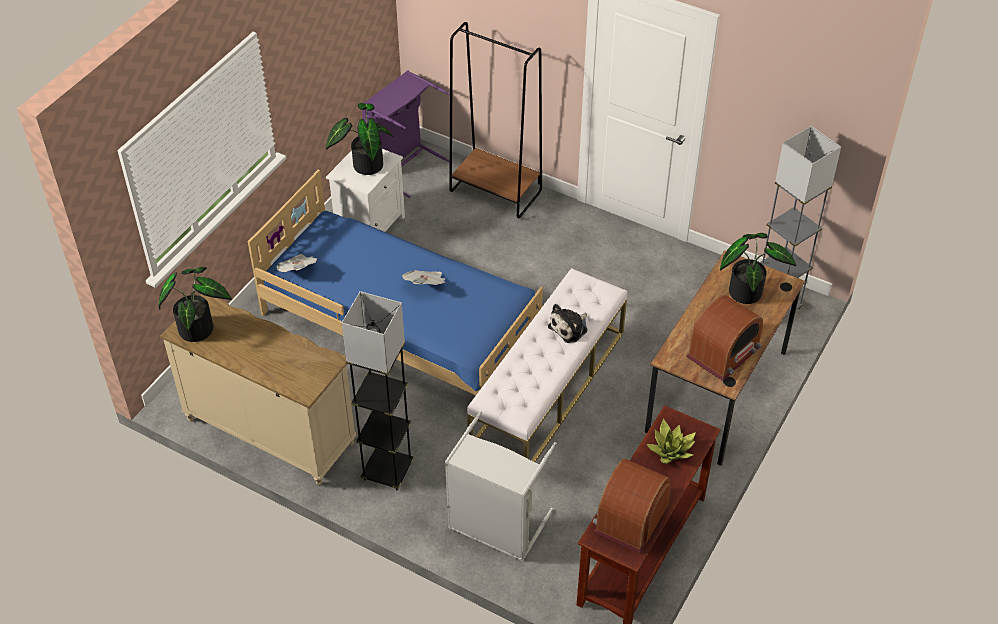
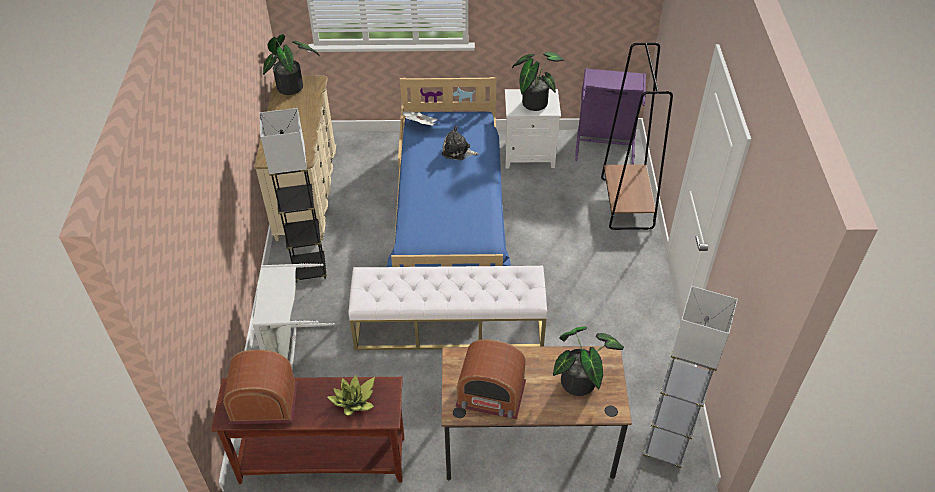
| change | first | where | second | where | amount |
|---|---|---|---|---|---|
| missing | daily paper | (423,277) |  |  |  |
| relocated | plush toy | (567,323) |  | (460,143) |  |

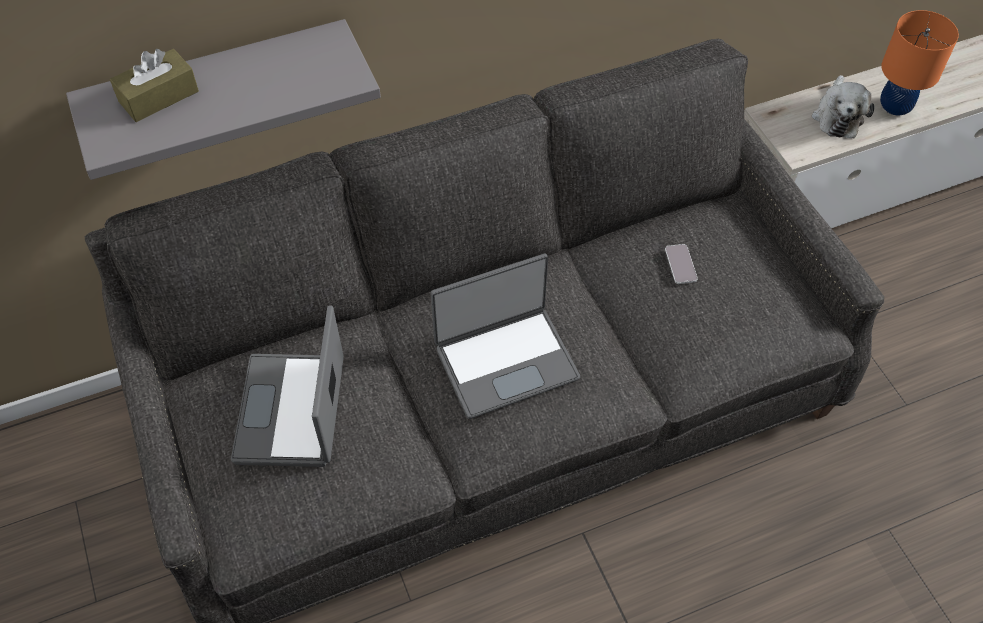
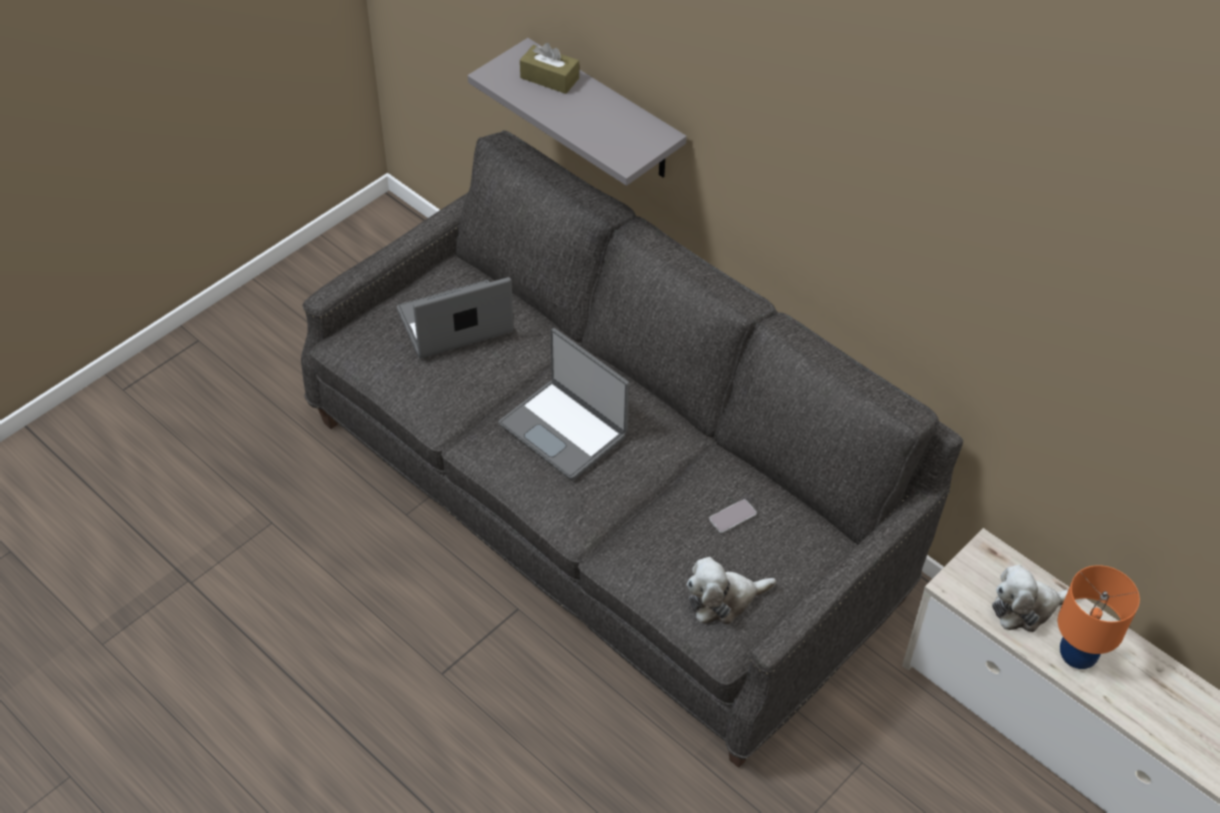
| change | first | where | second | where | amount |
|---|---|---|---|---|---|
| appeared |  |  | plush toy | (731,590) |  |

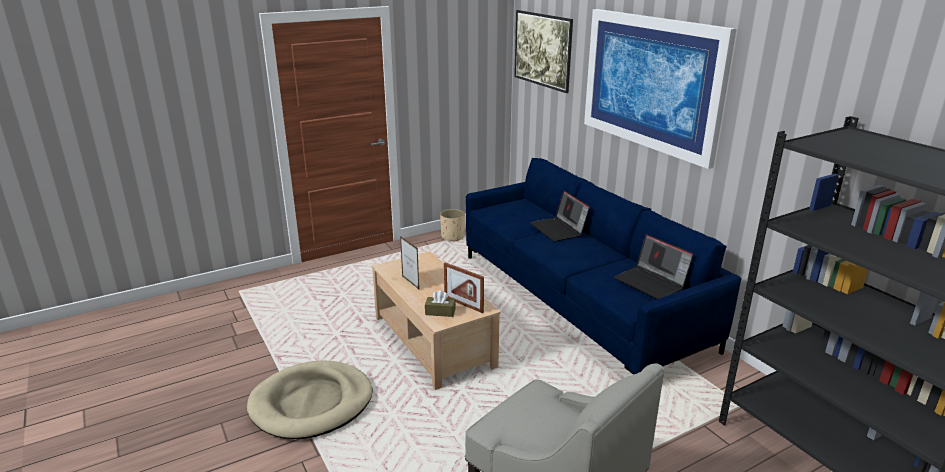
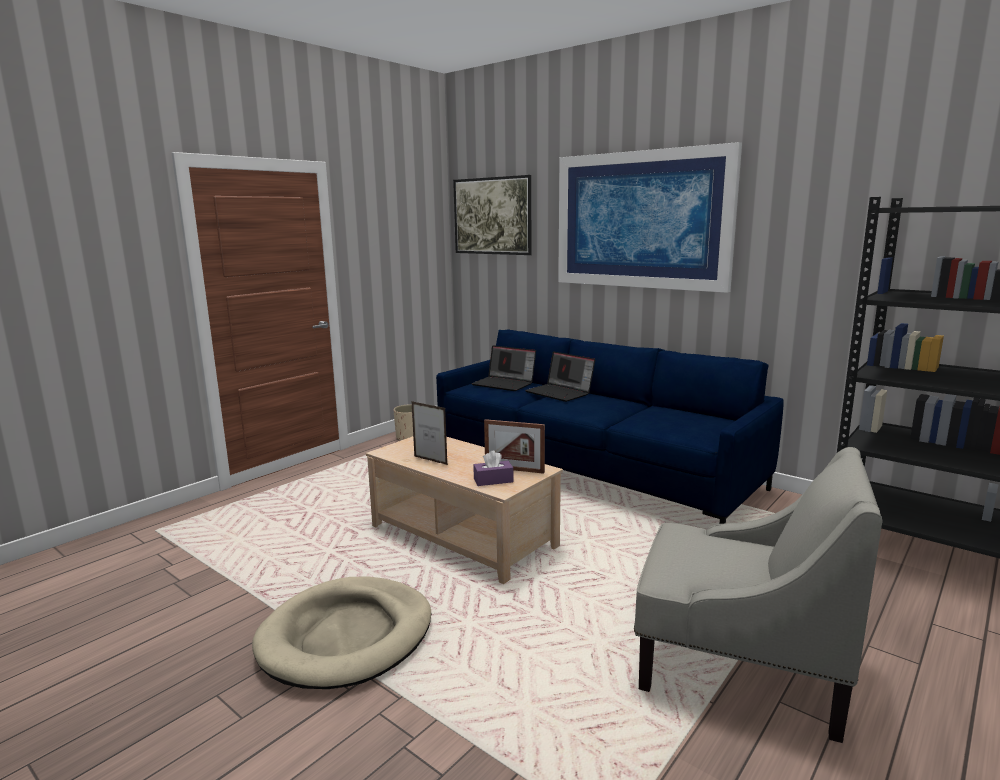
| change | first | where | second | where | amount |
|---|---|---|---|---|---|
| relocated | notebook computer | (654,266) |  | (503,368) |  |
| colour | brown-coloured tissue box | (440,303) | purplish tissue box | (493,468) |  |

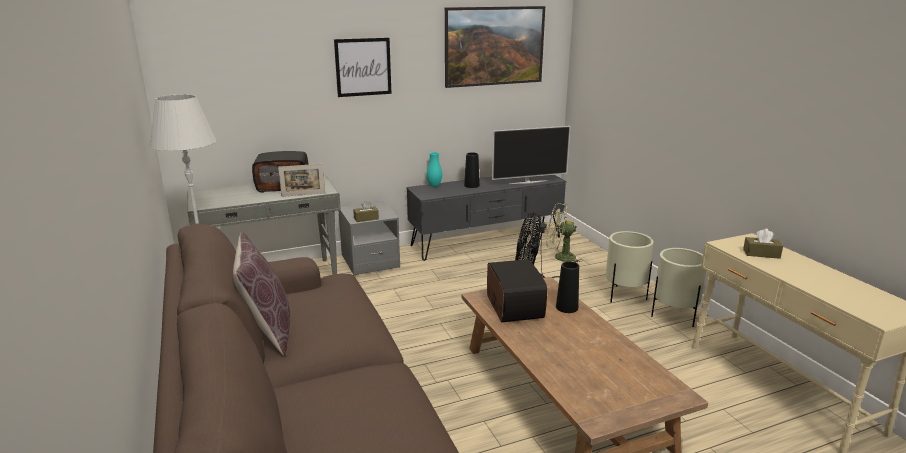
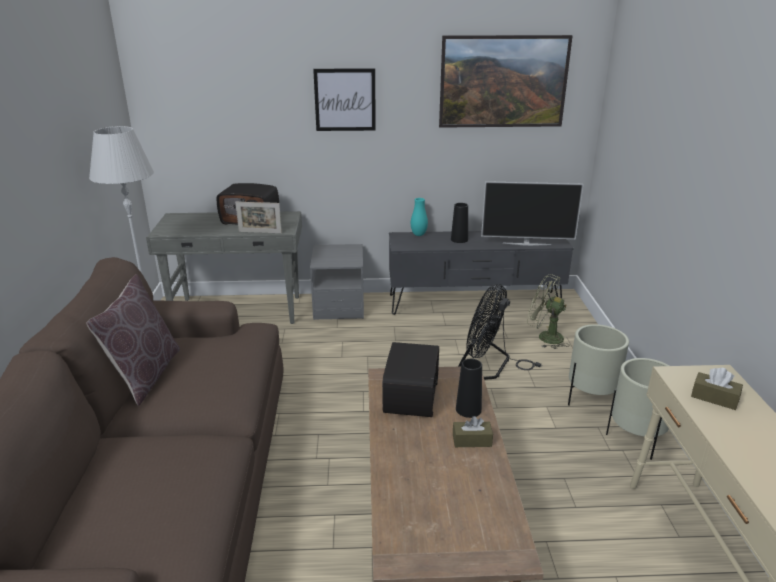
| change | first | where | second | where | amount |
|---|---|---|---|---|---|
| relocated | brown-coloured tissue box | (366,211) |  | (473,431) |  |

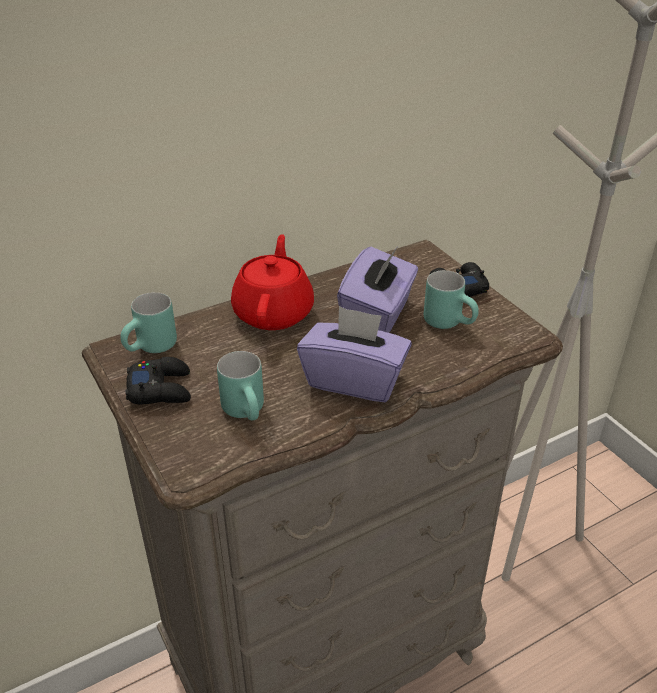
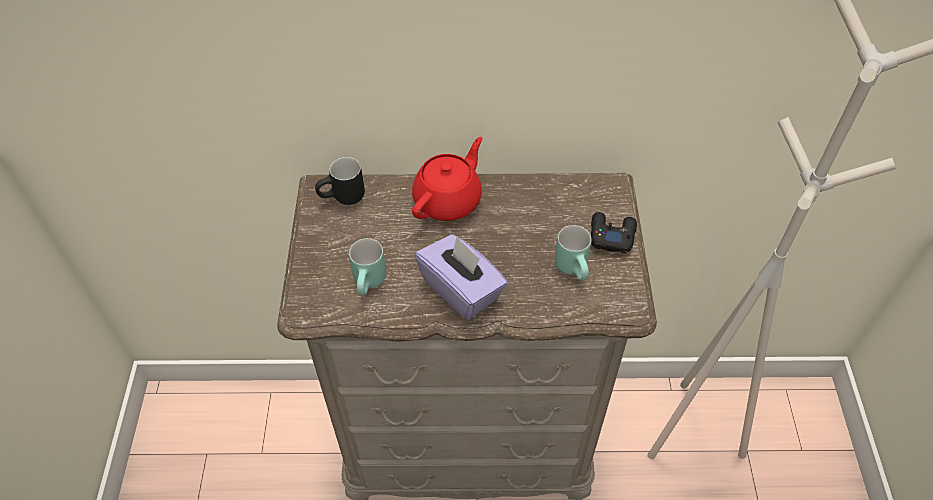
| change | first | where | second | where | amount |
|---|---|---|---|---|---|
| missing | purplish tissue box | (377,290) |  |  |  |
| colour | blue-green coffee mug | (148,322) | blackish coffee mug | (340,181) |  |
| missing | blackish gamepad | (158,380) |  |  |  |

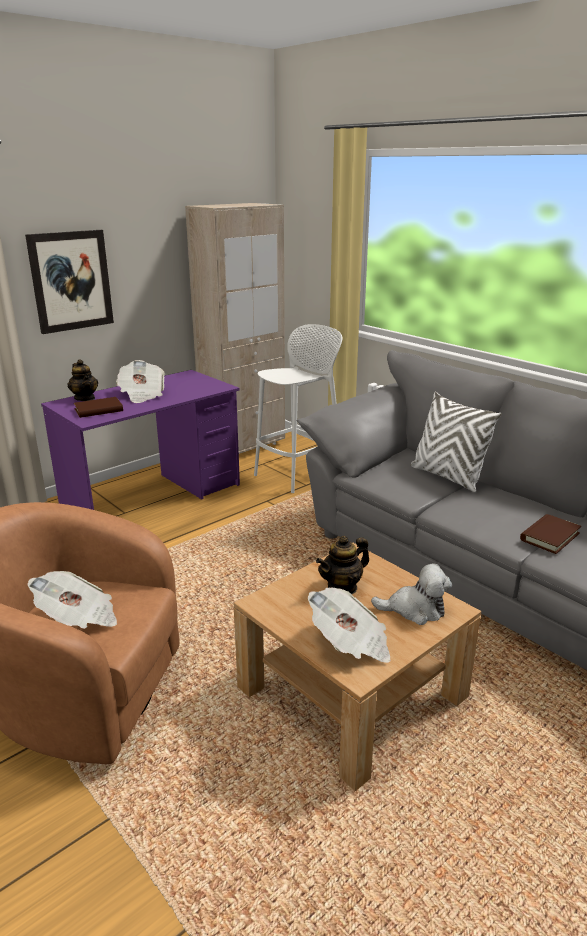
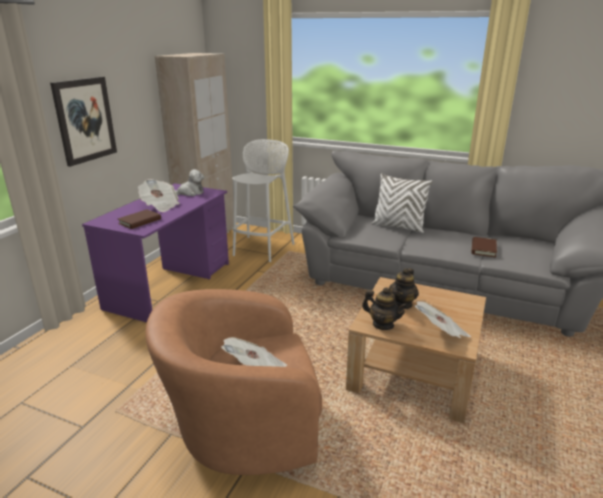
| change | first | where | second | where | amount |
|---|---|---|---|---|---|
| relocated | tea pot | (82,380) |  | (385,308) |  |
| relocated | plush toy | (411,594) |  | (189,182) |  |

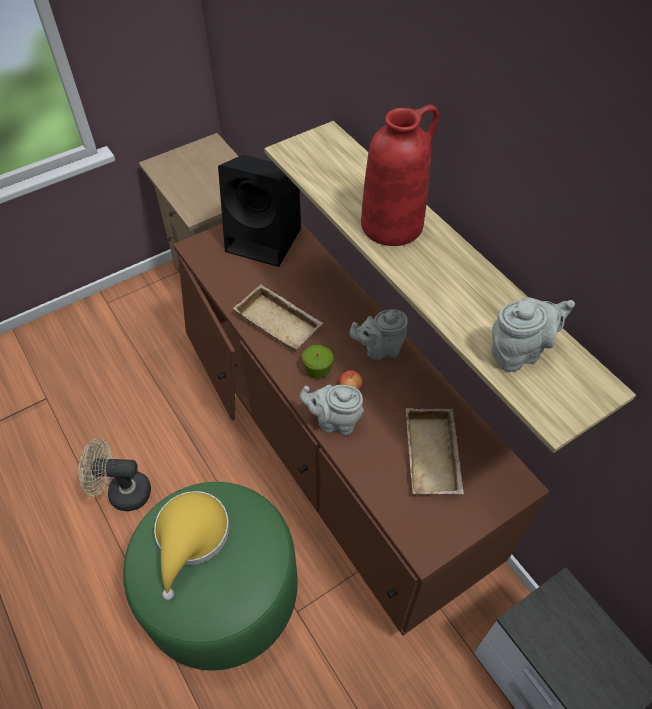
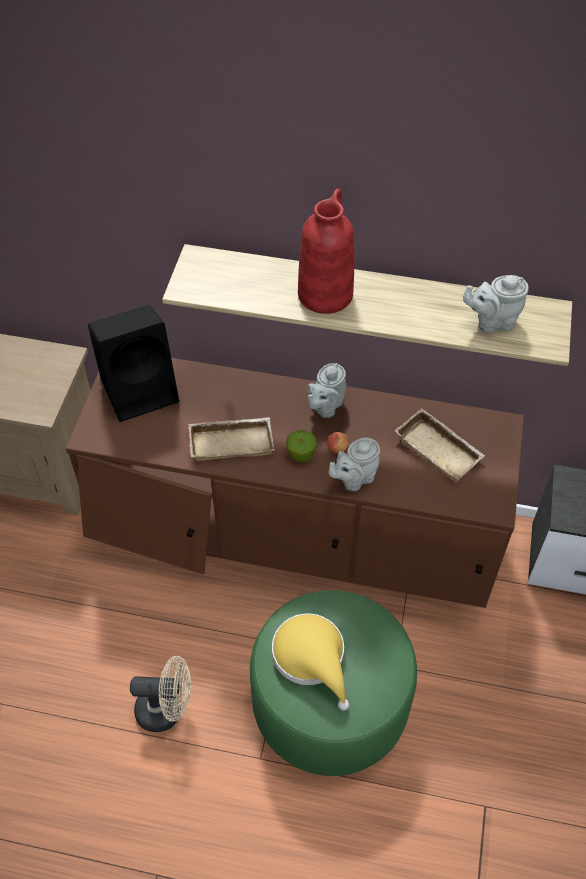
| change | first | where | second | where | amount |
|---|---|---|---|---|---|
| spun | grey tea pot | (533,335) |  | (496,304) | 120 degrees counterclockwise |
| spun | beige-coloured cooling fan | (114,474) |  | (160,694) | 135 degrees counterclockwise |

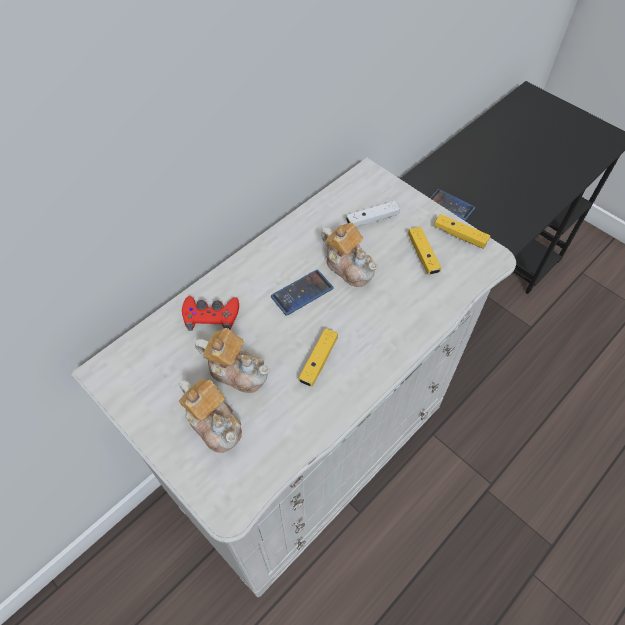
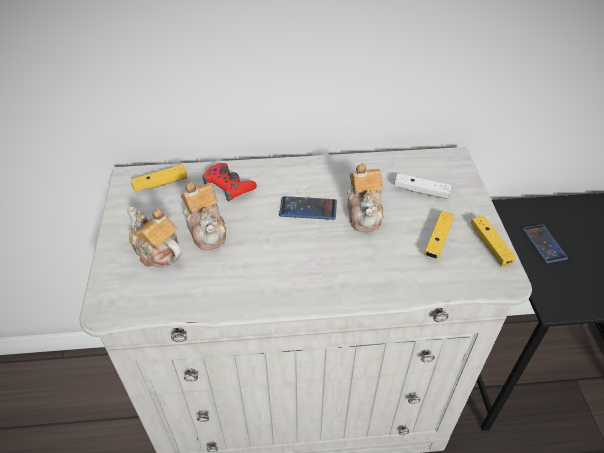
| change | first | where | second | where | amount |
|---|---|---|---|---|---|
| relocated | yellow gamepad | (318,357) |  | (159,178) |  |
| spun | tea pot | (210,416) |  | (154,237) | 135 degrees clockwise |

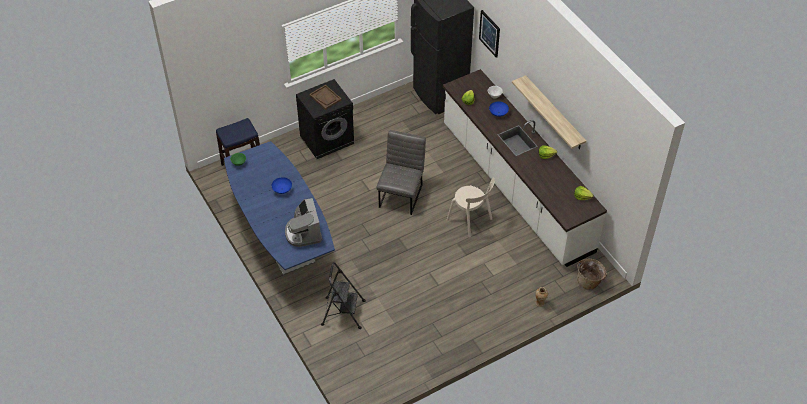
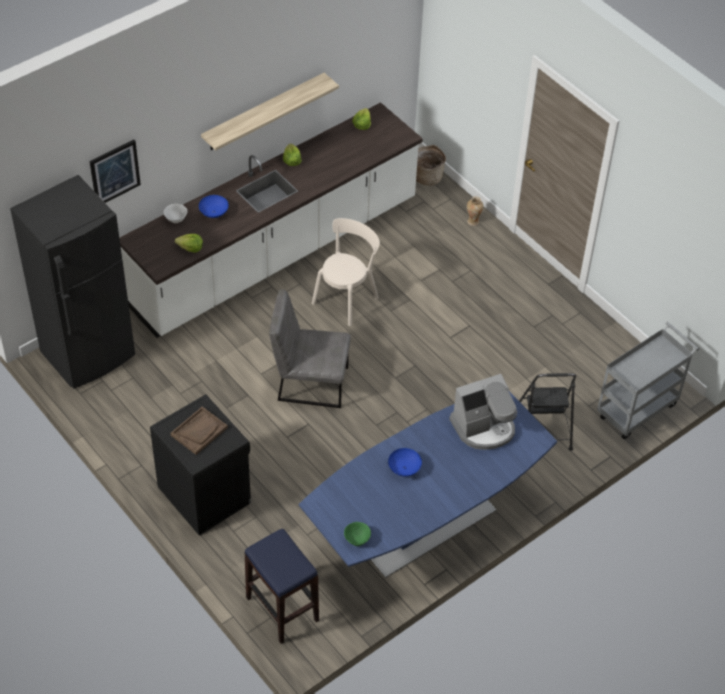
| change | first | where | second | where | amount |
|---|---|---|---|---|---|
| appeared |  |  | grey cart | (648,380) |  |

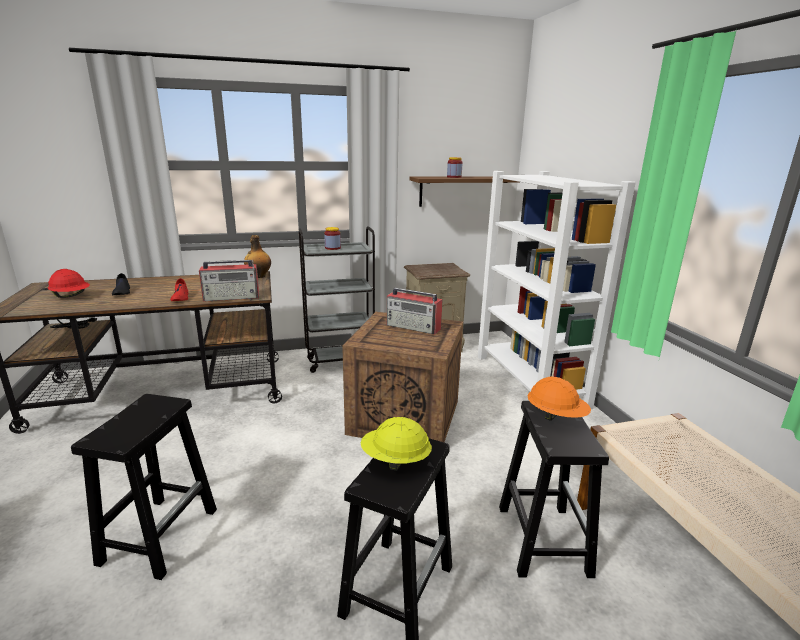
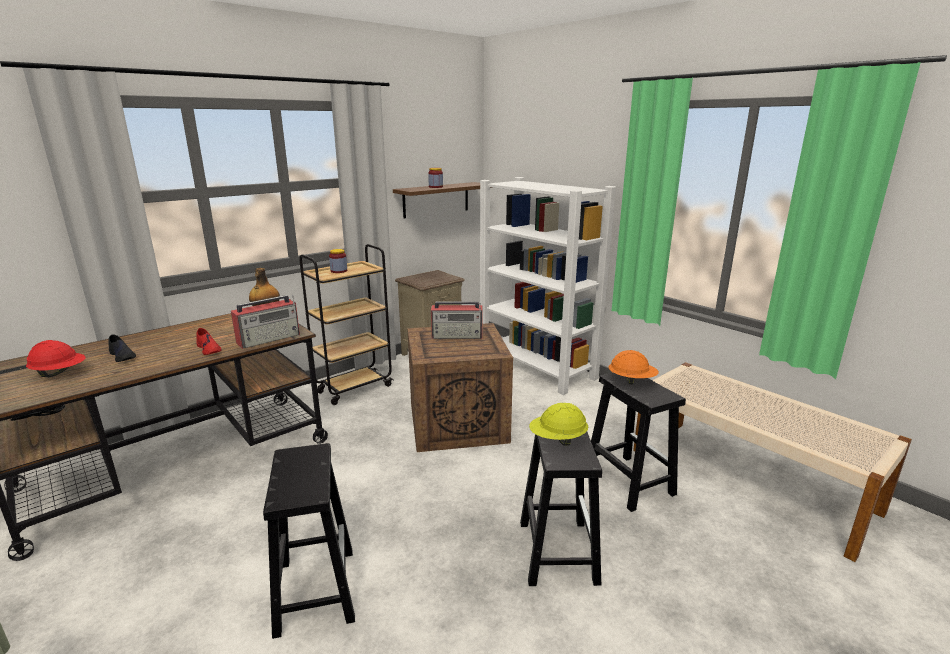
| change | first | where | second | where | amount |
|---|---|---|---|---|---|
| colour | grey cart | (337,299) | brown-coloured cart | (347,324) |  |

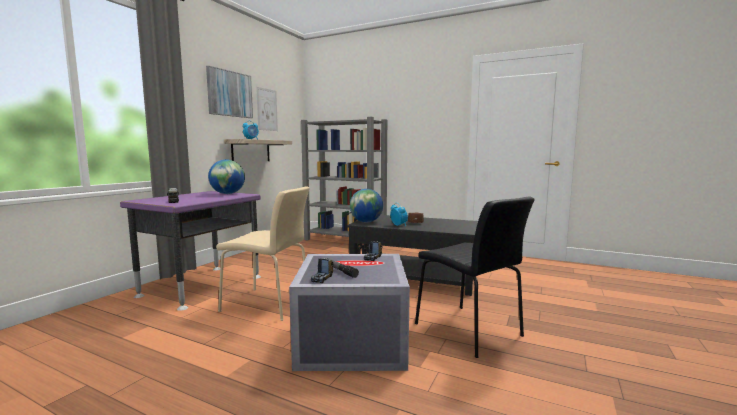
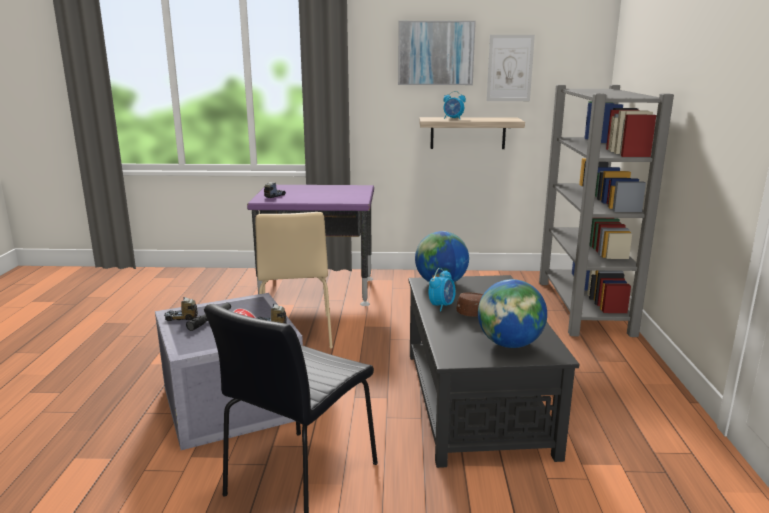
| change | first | where | second | where | amount |
|---|---|---|---|---|---|
| relocated | desk globe | (226,176) |  | (512,313) |  |

